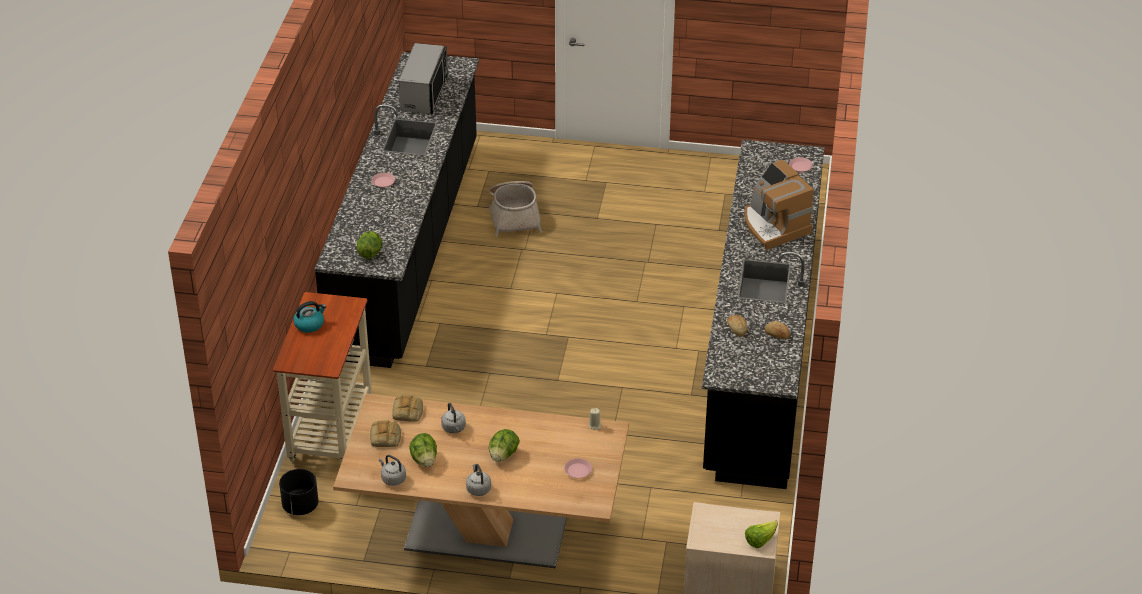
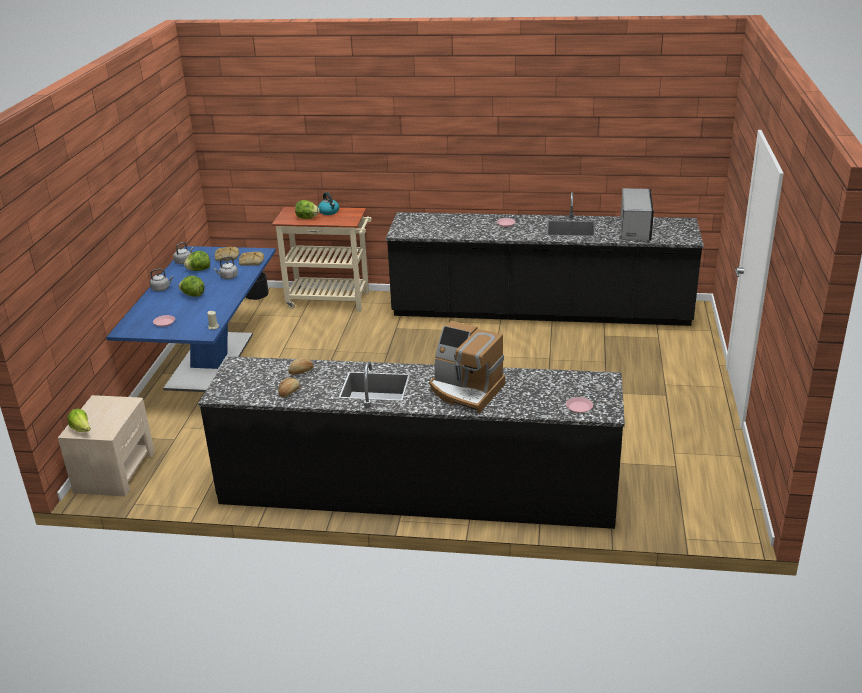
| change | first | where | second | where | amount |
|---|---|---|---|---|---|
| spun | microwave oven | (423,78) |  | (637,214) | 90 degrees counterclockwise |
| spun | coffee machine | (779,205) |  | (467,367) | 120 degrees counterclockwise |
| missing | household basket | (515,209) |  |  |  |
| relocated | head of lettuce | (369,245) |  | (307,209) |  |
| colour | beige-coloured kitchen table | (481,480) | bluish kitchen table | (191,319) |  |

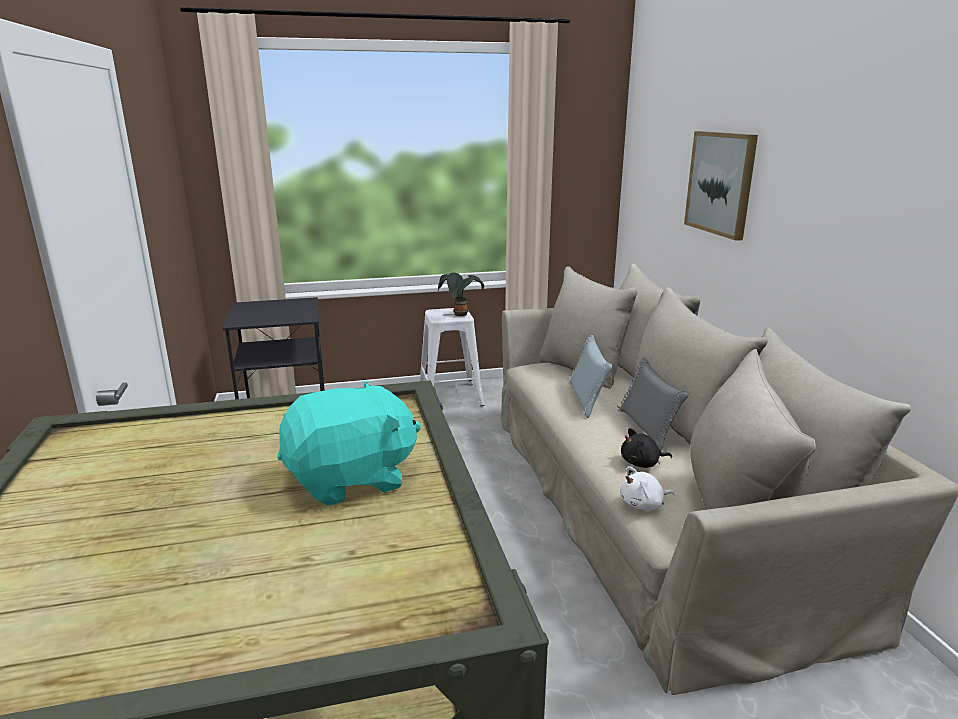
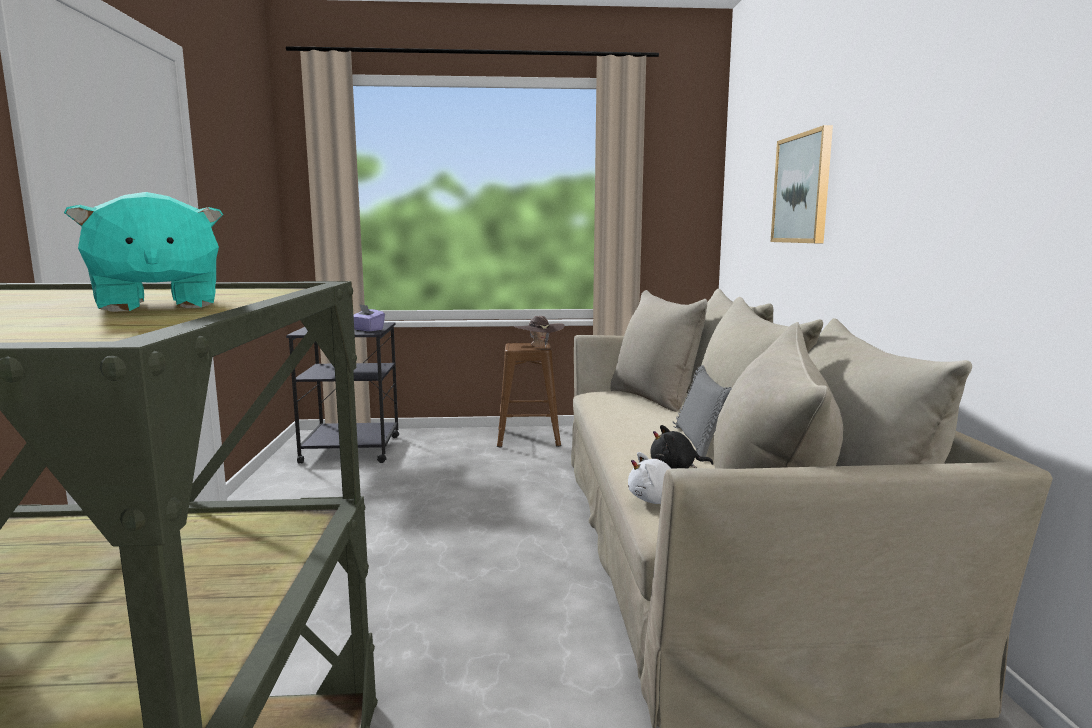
| change | first | where | second | where | amount |
|---|---|---|---|---|---|
| exchanged | plant in a pot | (461,294) | brown-coloured wearable hat | (539,332) |  |
| colour | whitish stool | (451,357) | brown-coloured stool | (529,395) |  |
| missing | bluish throw pillow | (590,376) |  |  |  |
| spun | blue-green plush toy | (349,443) |  | (143,252) | 75 degrees clockwise |
| appeared |  |  | purplish tissue box | (369,317) |  |

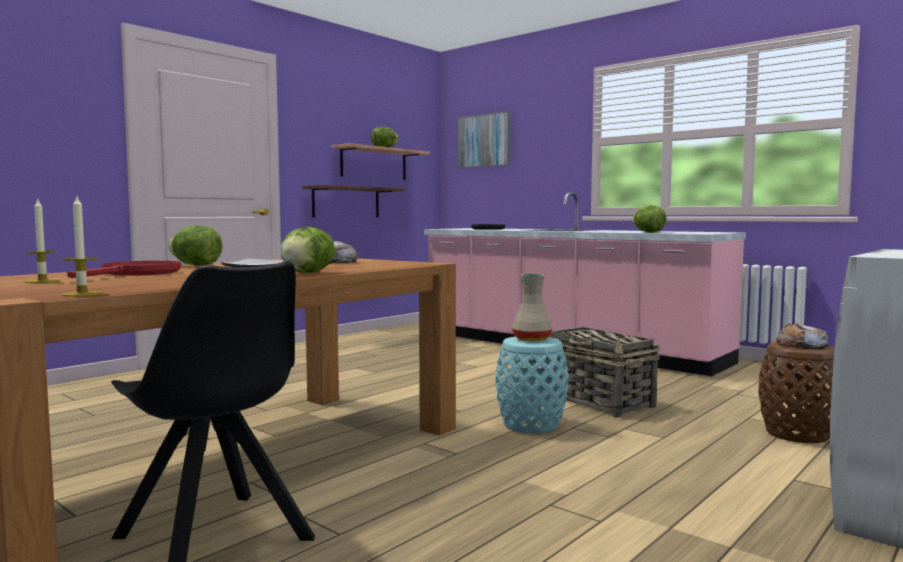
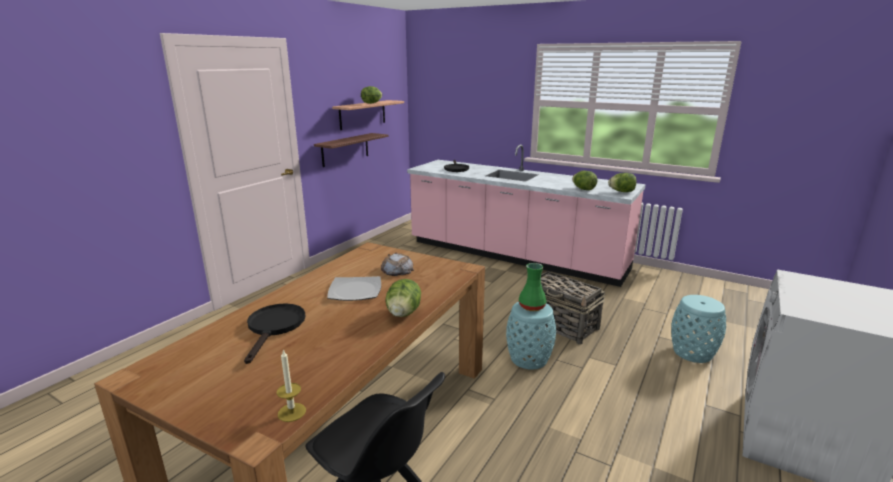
| change | first | where | second | where | amount |
|---|---|---|---|---|---|
| missing | wall picture | (484,139) |  |  |  |
| missing | wax light | (43,241) |  |  |  |
| relocated | head of lettuce | (196,245) |  | (622,182) |  |
| colour | red skillet | (124,269) | blackish skillet | (274,333) |  |
| colour | beige-coloured flower vase | (532,307) | greenish flower vase | (532,287) |  |
| missing | bakery bread | (802,336) |  |  |  |
| colour | brown-coloured stool | (796,392) | blue-green stool | (698,329) |  |

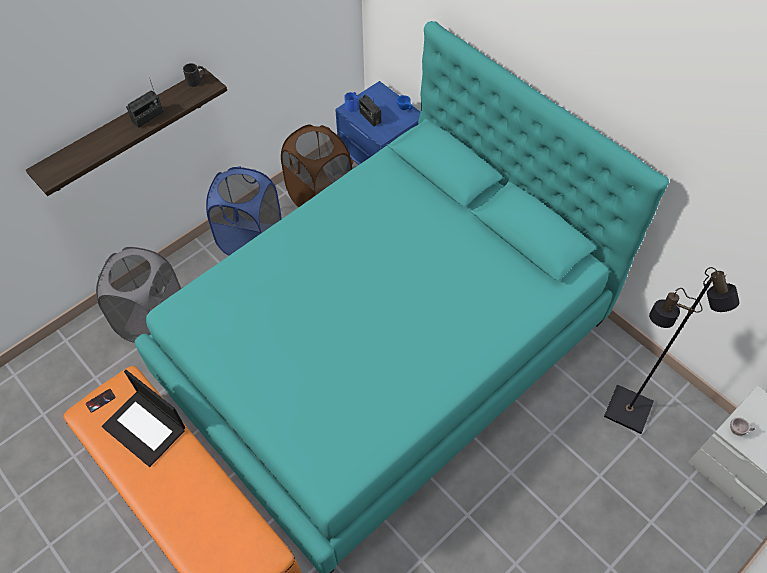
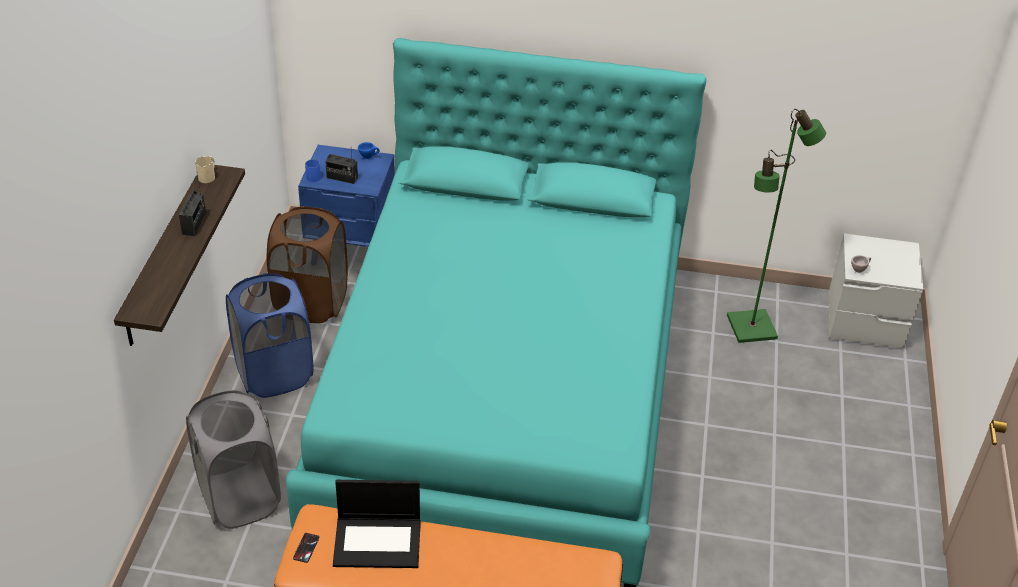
| change | first | where | second | where | amount |
|---|---|---|---|---|---|
| colour | blackish coffee mug | (194,75) | beige-coloured coffee mug | (205,169) |  |
| colour | blackish standard lamp | (671,350) | greenish standard lamp | (776,226) |  |

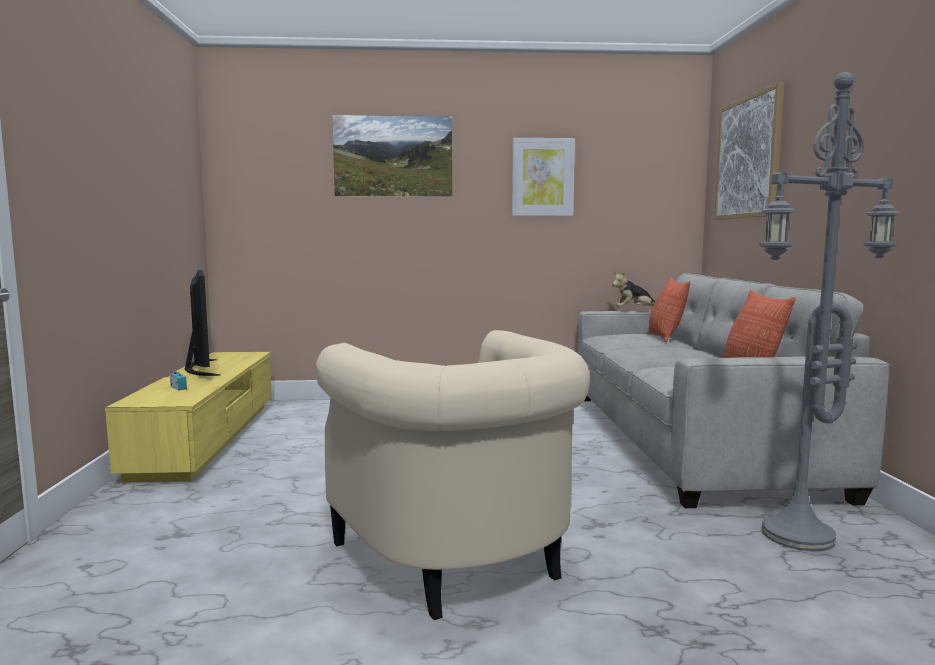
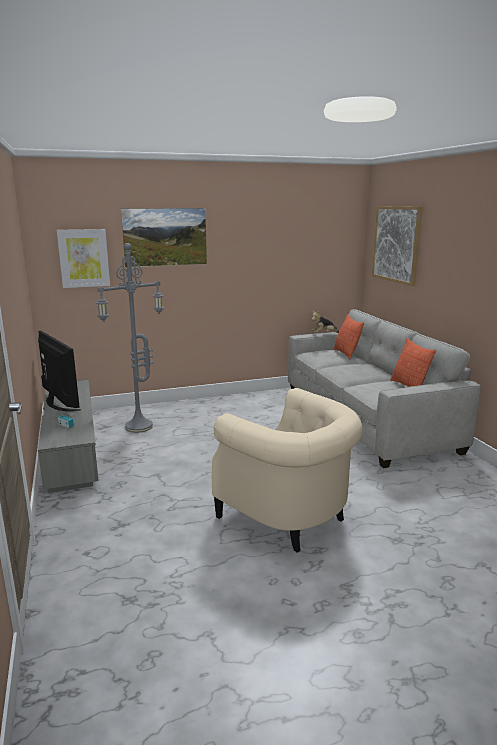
| change | first | where | second | where | amount |
|---|---|---|---|---|---|
| relocated | grey standard lamp | (829,311) |  | (130,338) |  |
| relocated | wall picture | (543,177) |  | (83,258) |  |
| colour | yellow tv stand | (188,417) | grey tv stand | (68,436) |  |

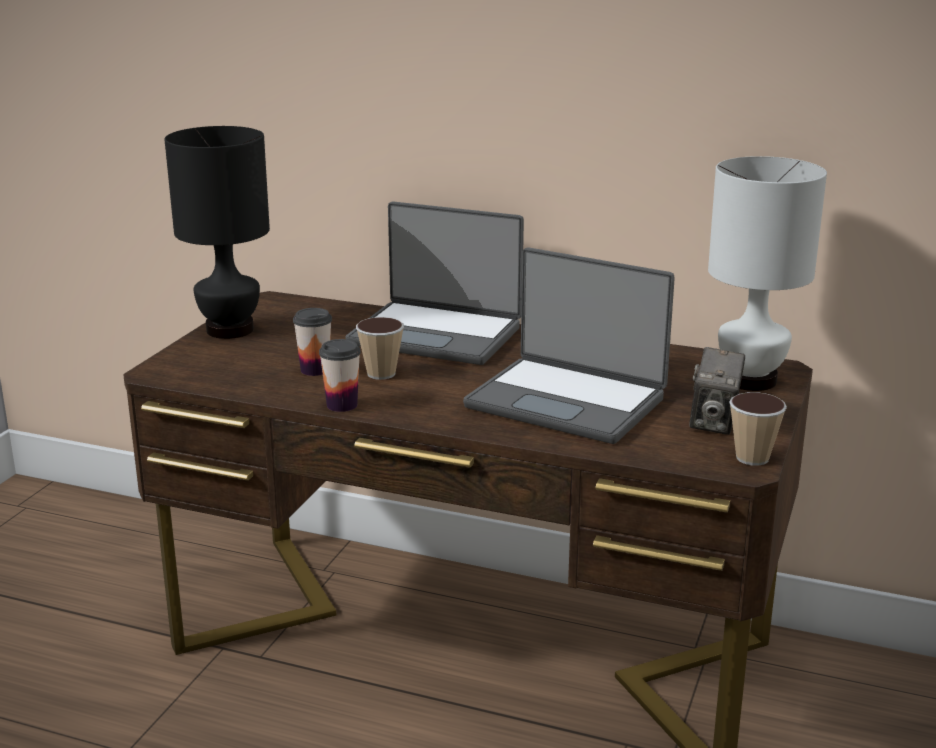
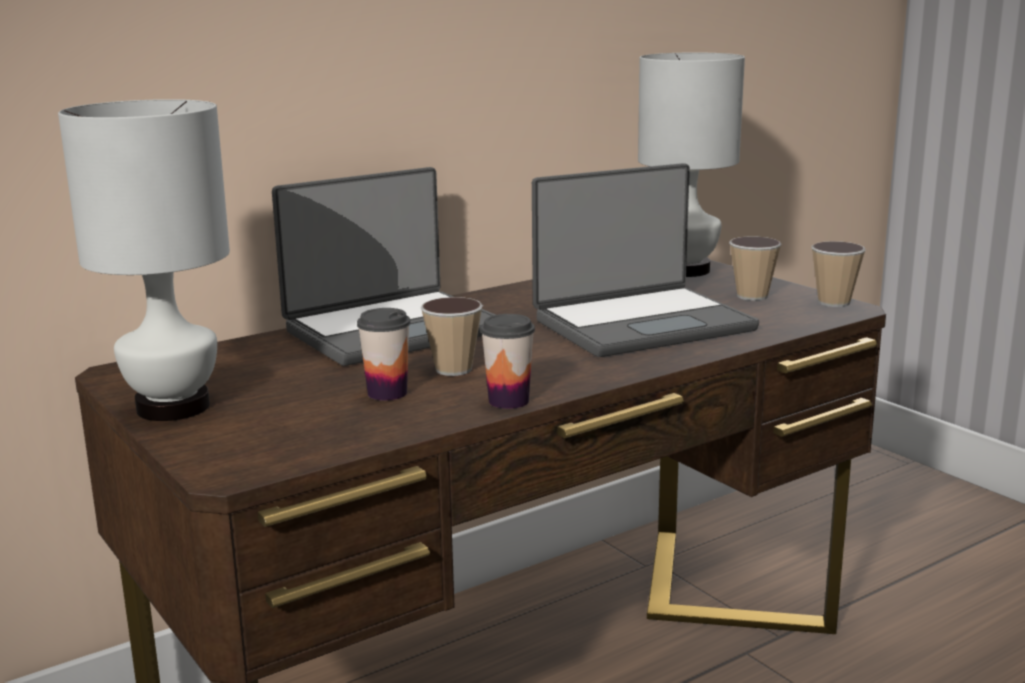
| change | first | where | second | where | amount |
|---|---|---|---|---|---|
| colour | blackish lamp for a table | (217,232) | whitish lamp for a table | (144,260) |  |
| exchanged | photo camera | (717,391) | small cup | (755,268) |  |

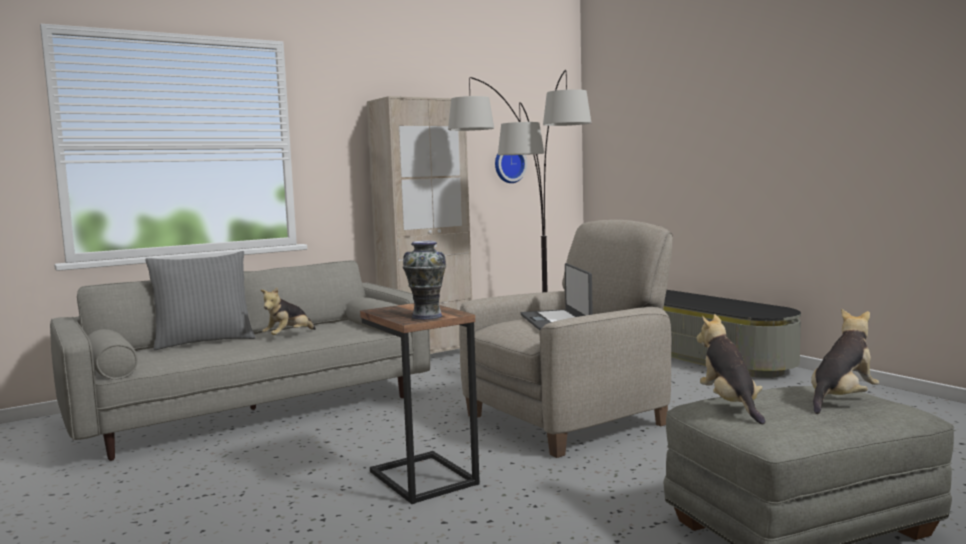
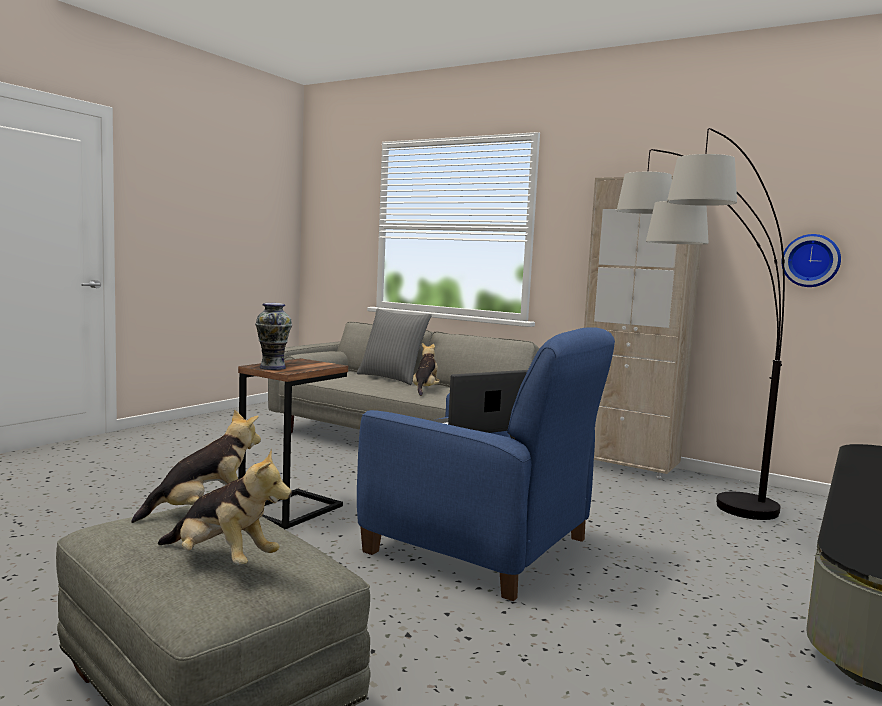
| change | first | where | second | where | amount |
|---|---|---|---|---|---|
| colour | beige-coloured lounge chair | (566,339) | bluish lounge chair | (486,464) |  |
| spun | plush toy | (288,311) |  | (426,369) | 90 degrees clockwise |

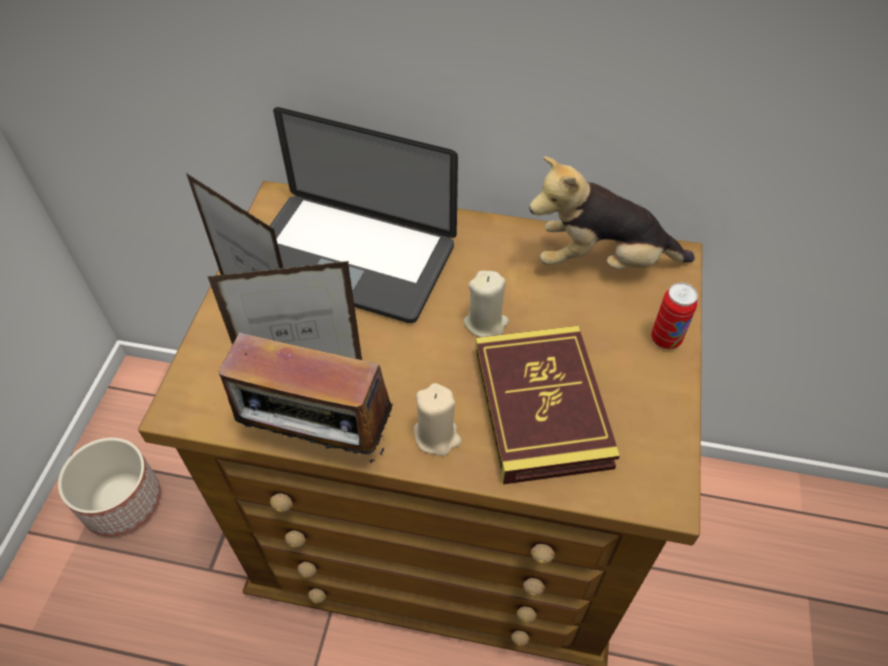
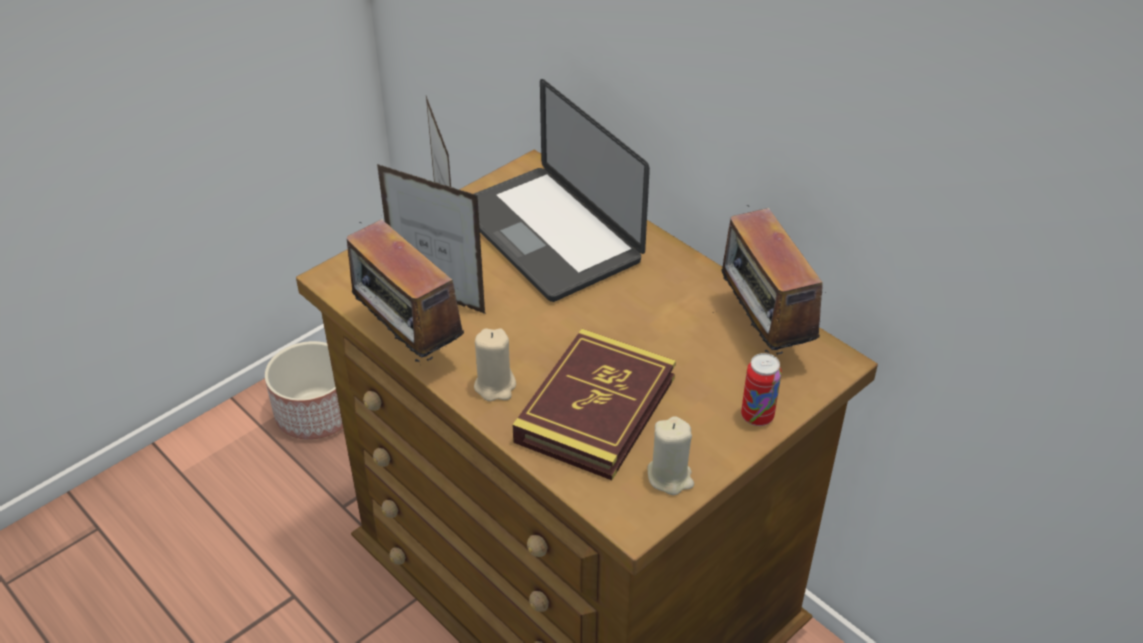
| change | first | where | second | where | amount |
|---|---|---|---|---|---|
| exchanged | plush toy | (612,212) | radio | (773,280) |  |
| relocated | beige-coloured wax light | (486,304) |  | (671,455) |  |

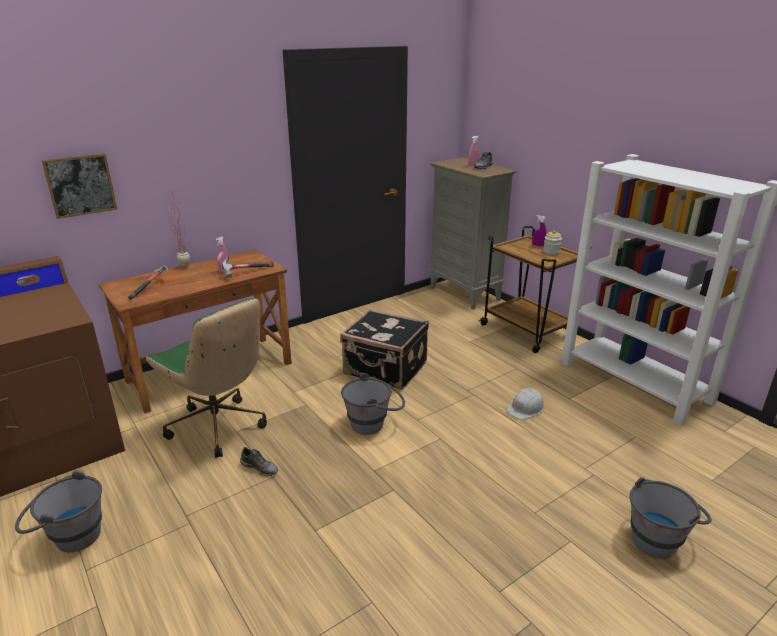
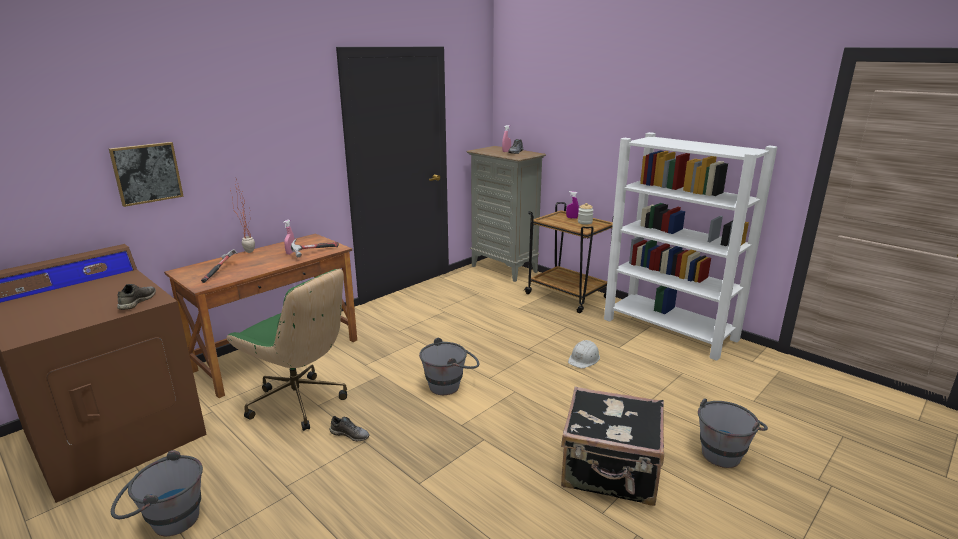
| change | first | where | second | where | amount |
|---|---|---|---|---|---|
| relocated | blackish suitcase | (384,349) |  | (612,446) |  |
| appeared |  |  | grey item of footwear | (136,297) |  |

